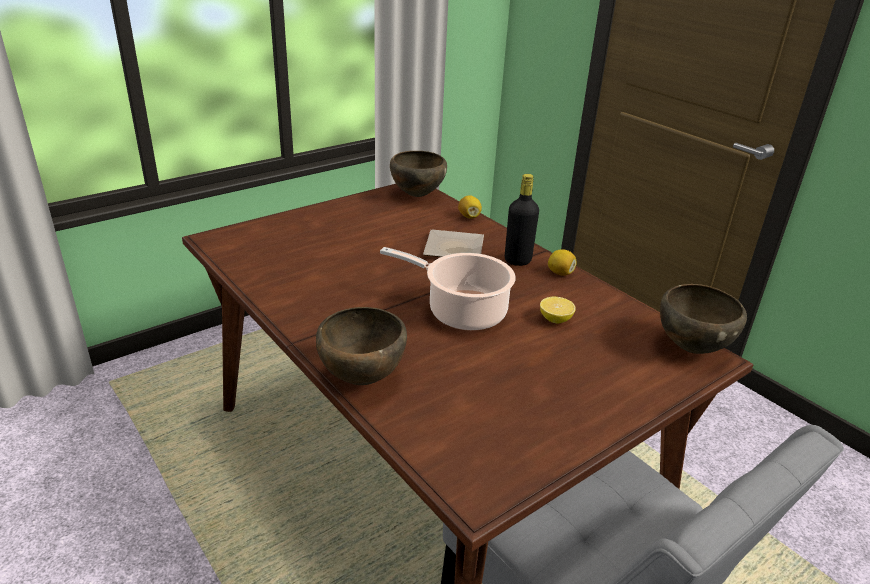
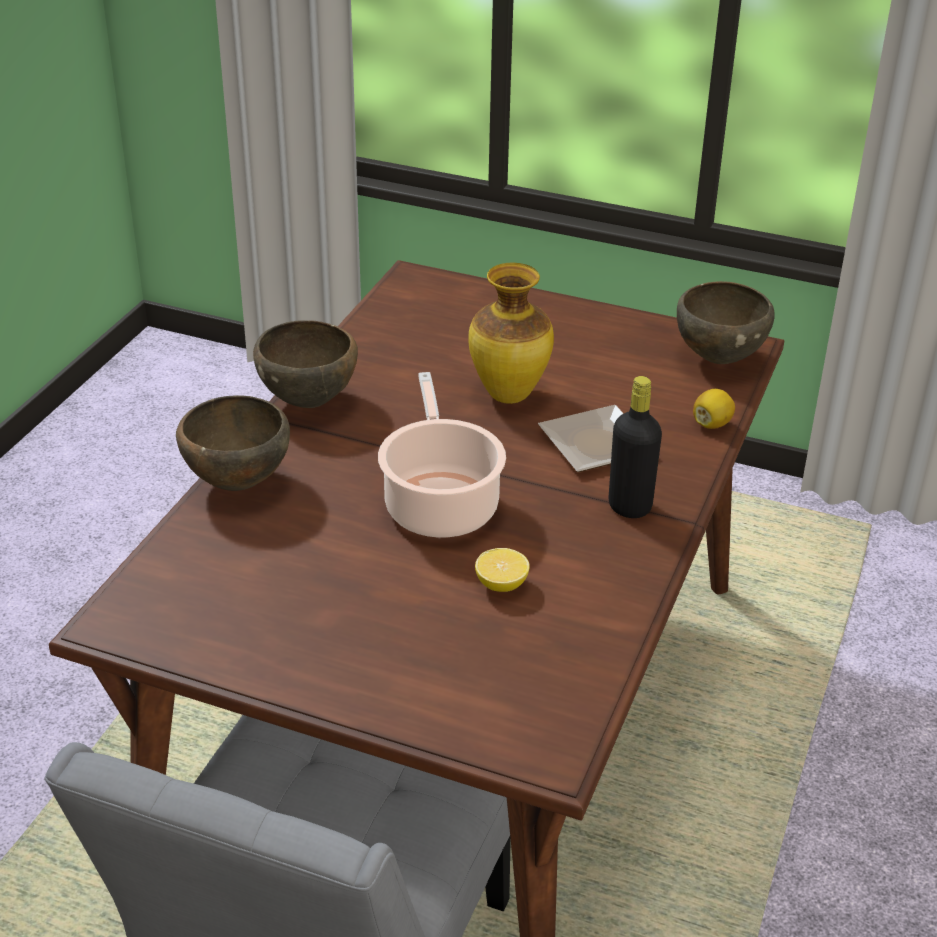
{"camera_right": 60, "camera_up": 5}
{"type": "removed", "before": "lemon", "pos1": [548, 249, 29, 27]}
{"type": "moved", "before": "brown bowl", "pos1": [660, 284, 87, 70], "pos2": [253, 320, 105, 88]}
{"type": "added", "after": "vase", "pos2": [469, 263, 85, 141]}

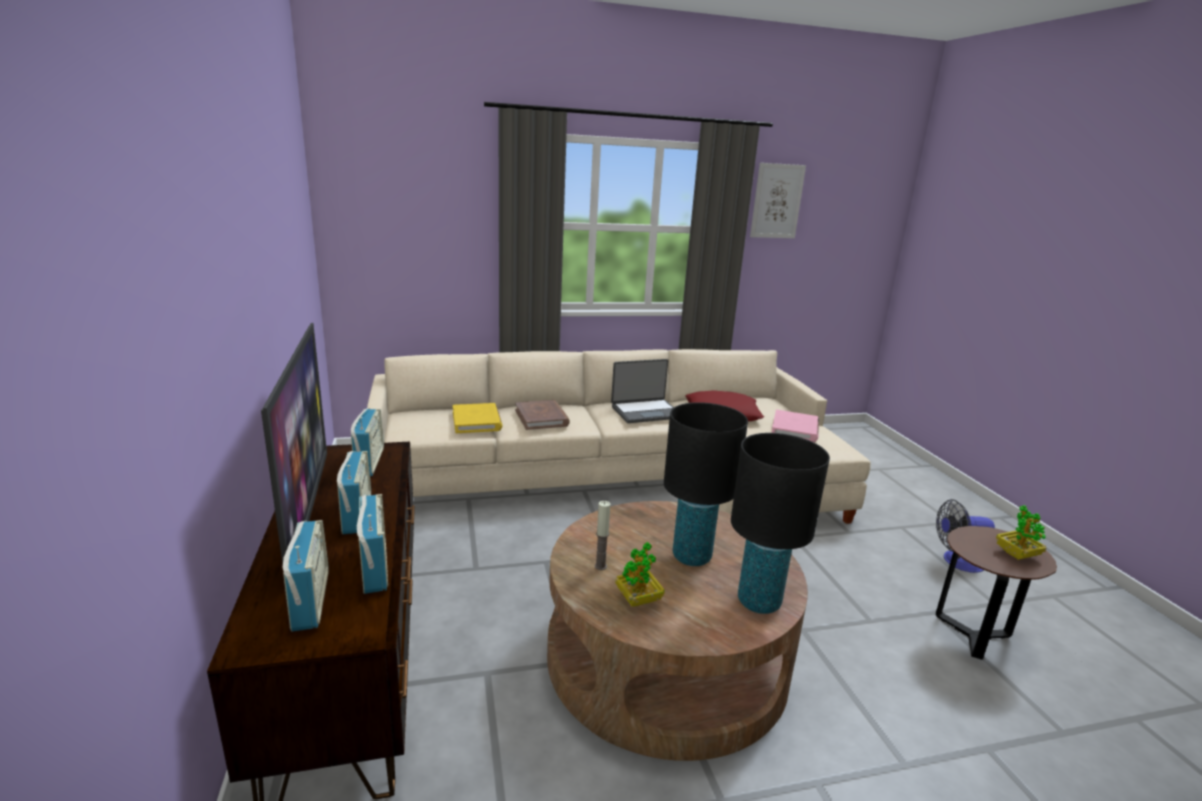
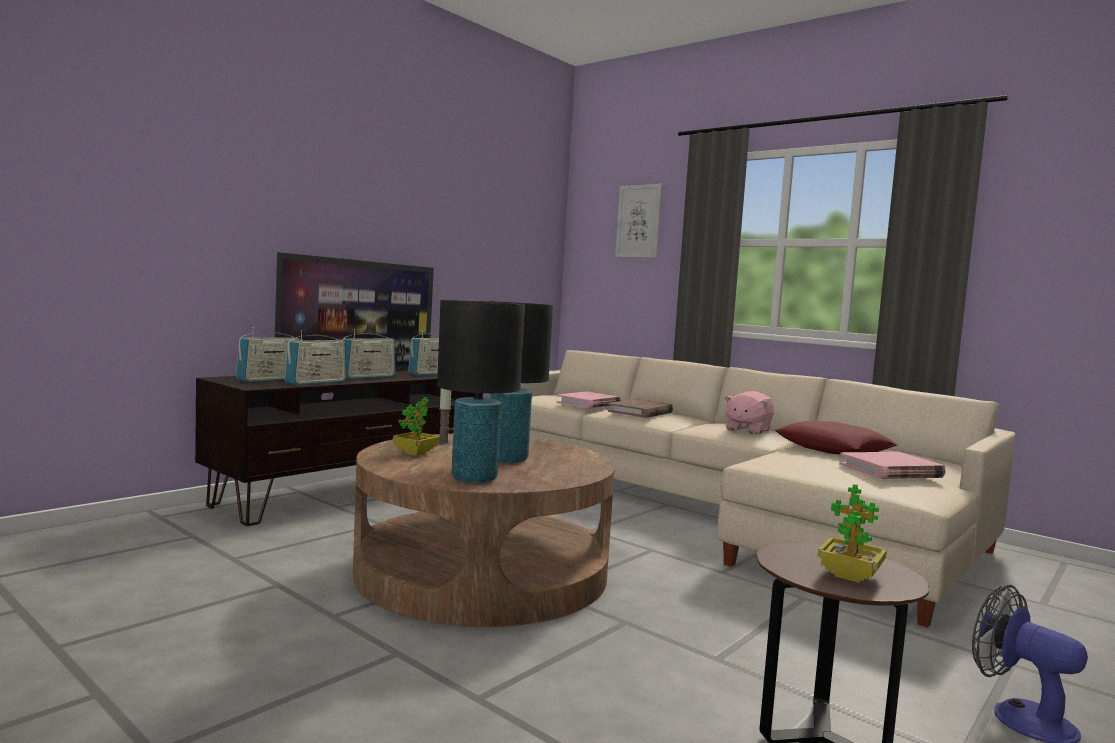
{"camera_right": 55, "camera_up": -15}
{"type": "moved", "before": "picture", "pos1": [750, 163, 56, 75], "pos2": [615, 184, 47, 74]}
{"type": "replaced", "before": "laptop", "after": "pink plush toy", "pos1": [611, 359, 63, 64], "pos2": [724, 391, 50, 43]}
{"type": "recoloured", "before": "yellow book", "after": "pink book", "pos1": [453, 403, 49, 30], "pos2": [557, 391, 64, 18]}

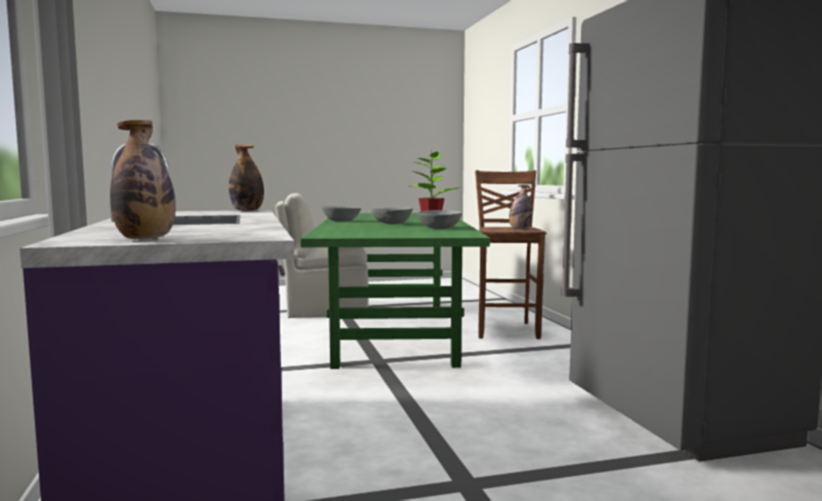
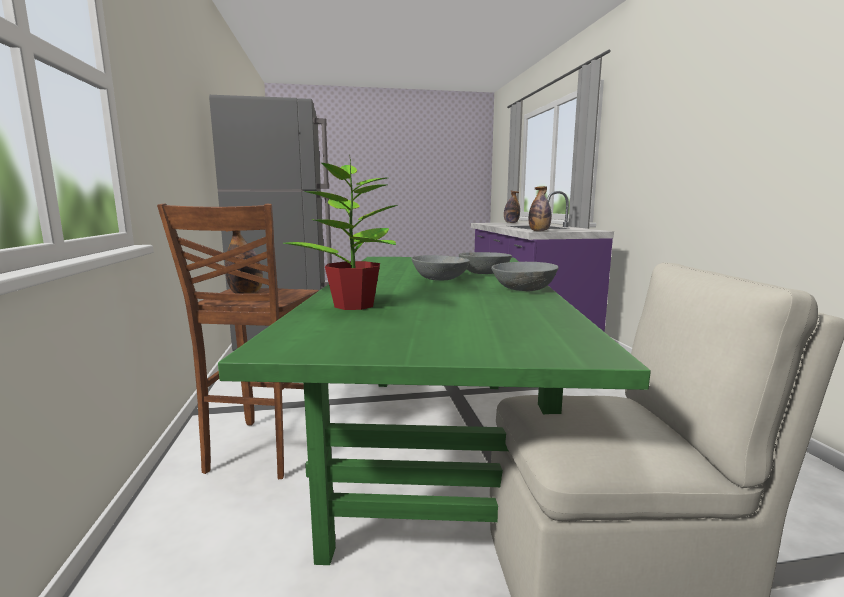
{"camera_right": -175, "camera_up": 5}
{"type": "moved", "before": "grey bowl", "pos1": [417, 210, 45, 19], "pos2": [458, 252, 54, 22]}

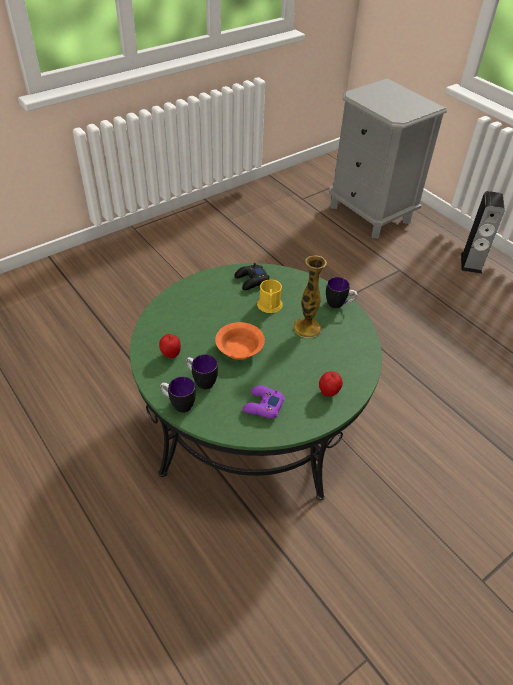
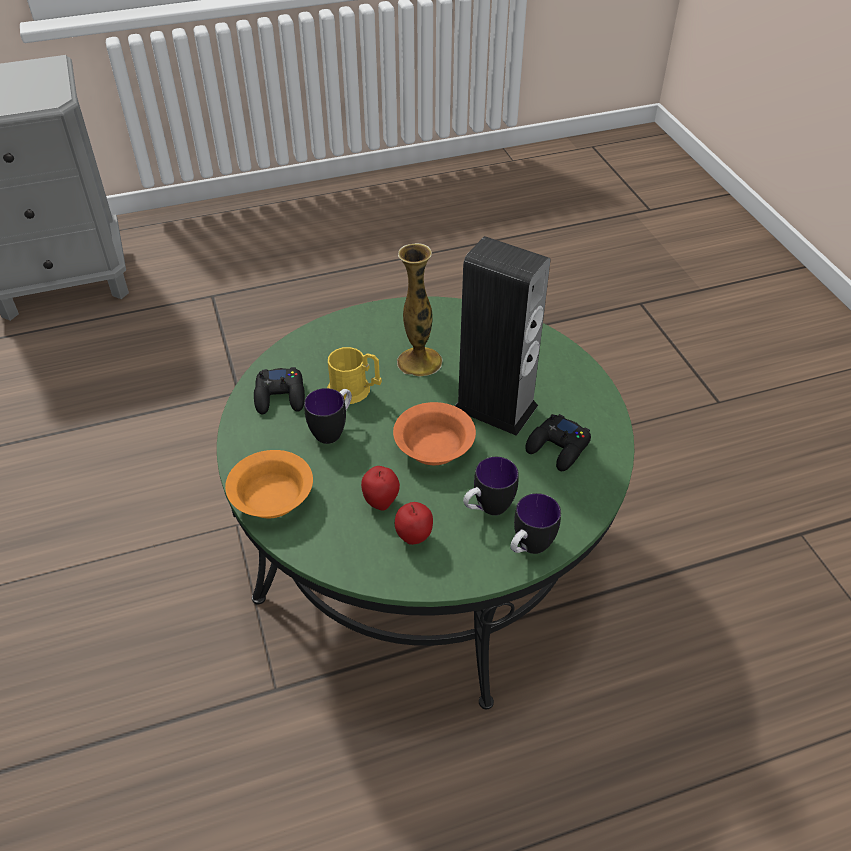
{"camera_right": -70, "camera_up": 0}
{"type": "moved", "before": "speaker", "pos1": [461, 191, 44, 83], "pos2": [455, 236, 95, 200]}
{"type": "moved", "before": "mug", "pos1": [326, 277, 31, 32], "pos2": [304, 388, 48, 56]}
{"type": "moved", "before": "apple", "pos1": [319, 372, 24, 24], "pos2": [361, 466, 39, 45]}
{"type": "recoloured", "before": "purple game controller", "after": "black game controller", "pos1": [242, 385, 43, 34], "pos2": [525, 414, 66, 57]}
{"type": "added", "after": "orange bowl", "pos2": [225, 450, 88, 68]}

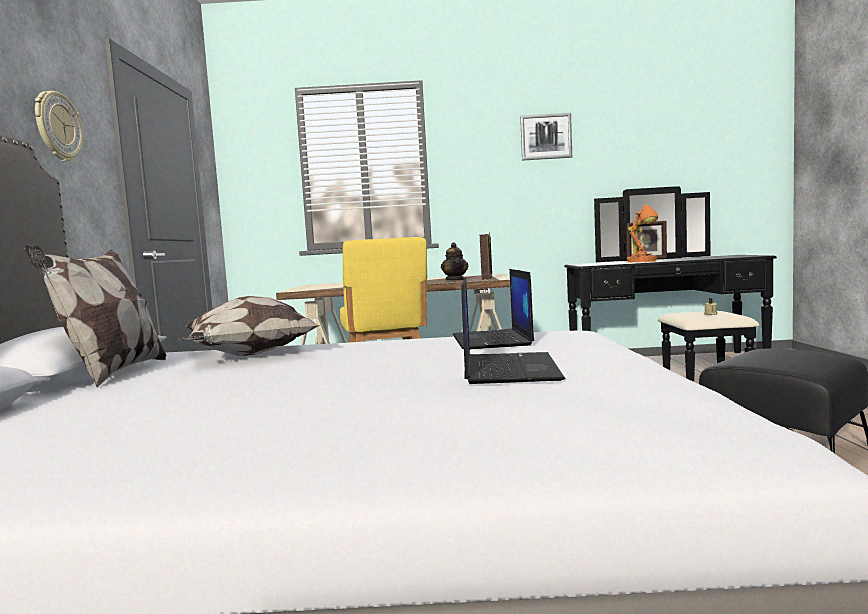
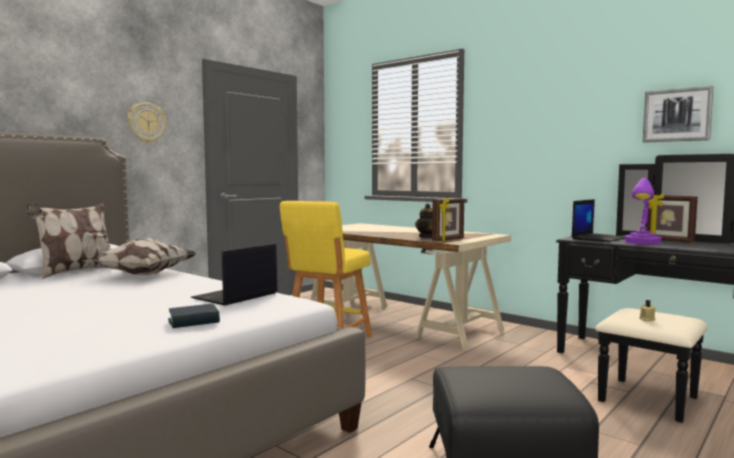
{"camera_right": 40, "camera_up": 0}
{"type": "moved", "before": "picture", "pos1": [520, 113, 52, 48], "pos2": [643, 86, 70, 57]}
{"type": "recoloured", "before": "orange table lamp", "after": "purple table lamp", "pos1": [626, 205, 32, 58], "pos2": [624, 178, 38, 67]}
{"type": "moved", "before": "laptop", "pos1": [462, 277, 104, 107], "pos2": [571, 199, 54, 43]}
{"type": "added", "after": "book", "pos2": [168, 304, 52, 24]}

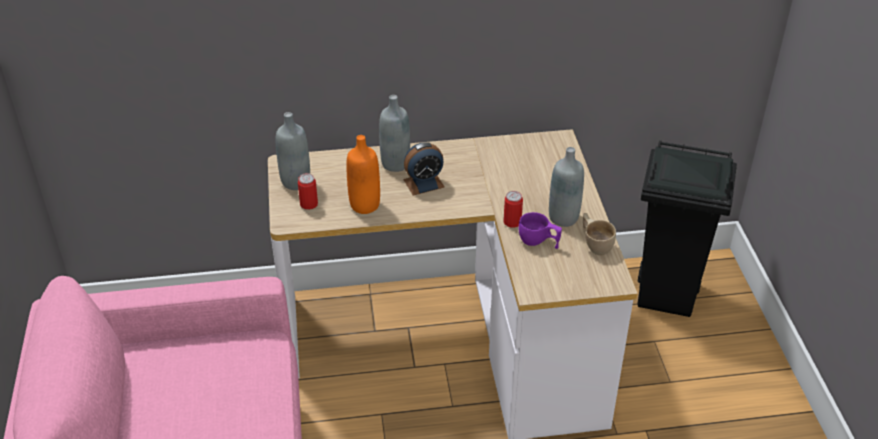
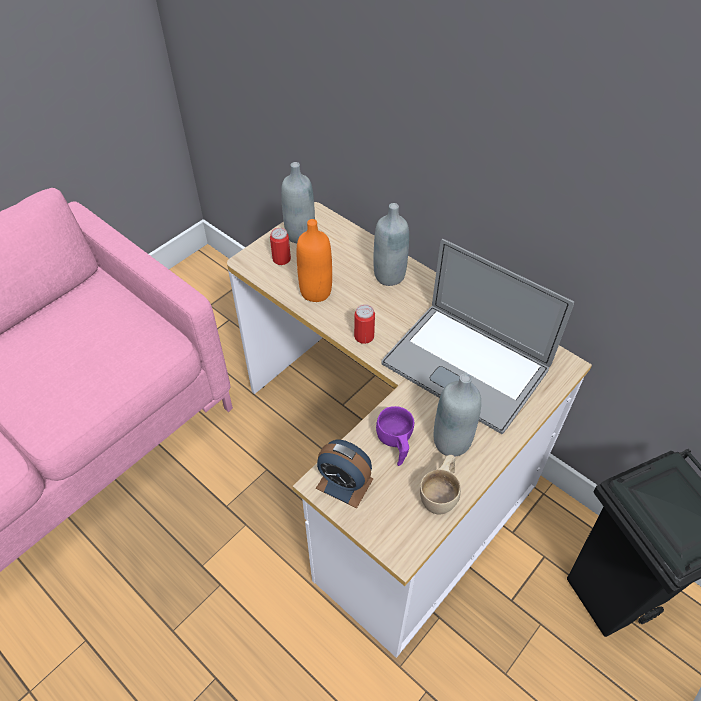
{"camera_right": 50, "camera_up": 10}
{"type": "moved", "before": "alarm clock", "pos1": [403, 143, 42, 52], "pos2": [316, 440, 58, 68]}
{"type": "moved", "before": "can", "pos1": [503, 191, 20, 37], "pos2": [354, 304, 21, 40]}
{"type": "added", "after": "laptop", "pos2": [381, 239, 193, 195]}

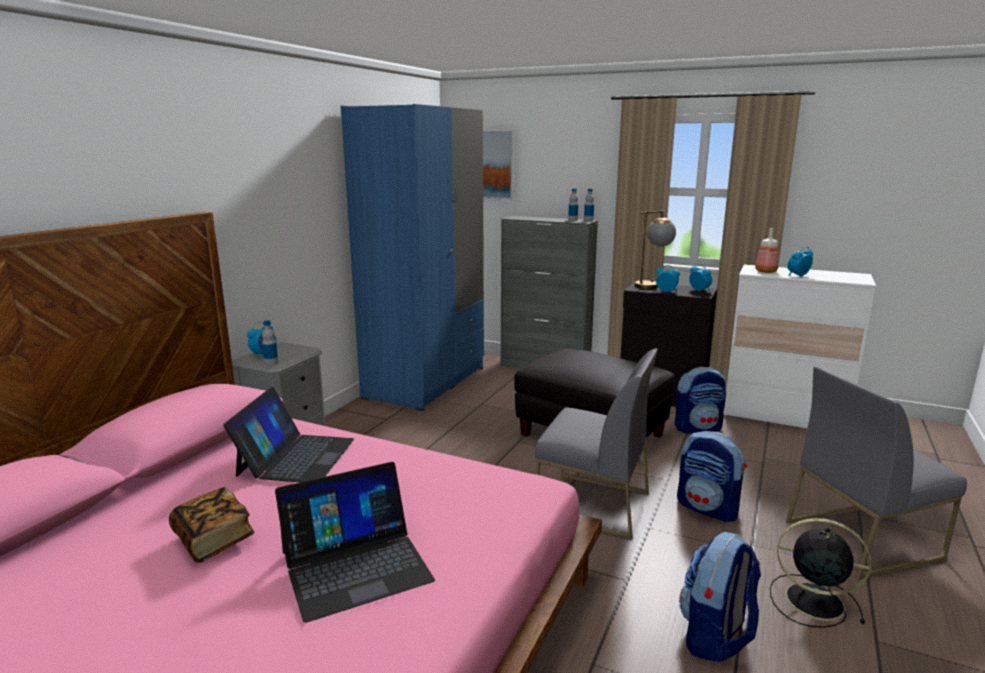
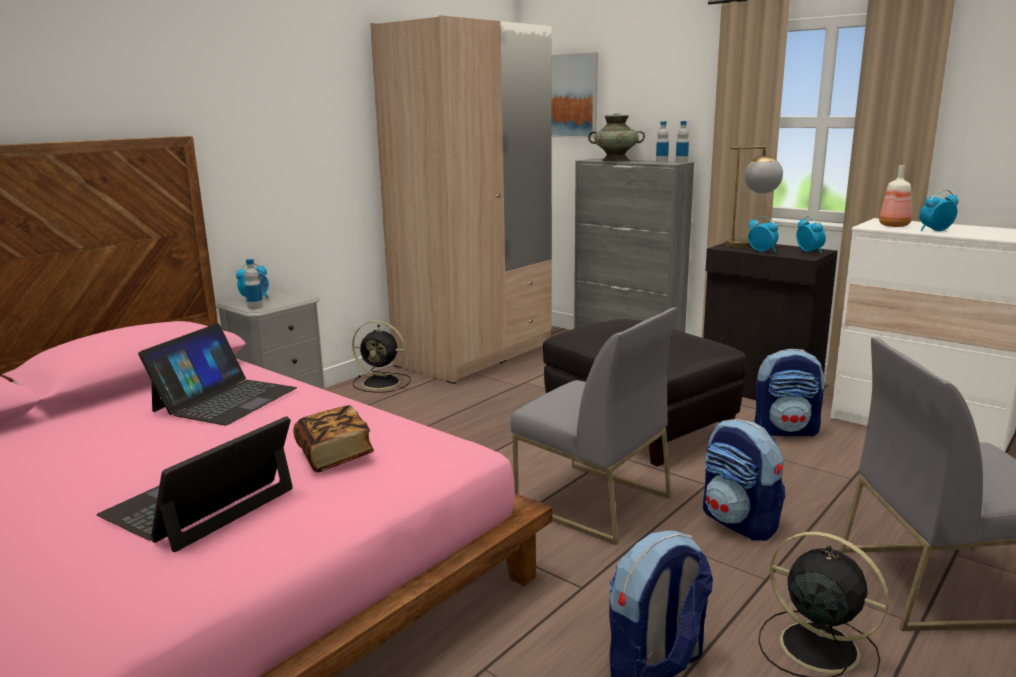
{"camera_right": 15, "camera_up": 0}
{"type": "recoloured", "before": "blue wardrobe", "after": "beige wardrobe", "pos1": [341, 104, 143, 307], "pos2": [370, 15, 182, 369]}
{"type": "turned", "before": "laptop", "pos1": [275, 462, 160, 161], "pos2": [97, 416, 196, 136], "turn": 135}
{"type": "moved", "before": "book", "pos1": [169, 487, 86, 76], "pos2": [293, 405, 81, 67]}
{"type": "added", "after": "turquoise vase", "pos2": [588, 113, 57, 48]}
{"type": "added", "after": "black fan", "pos2": [352, 321, 59, 72]}

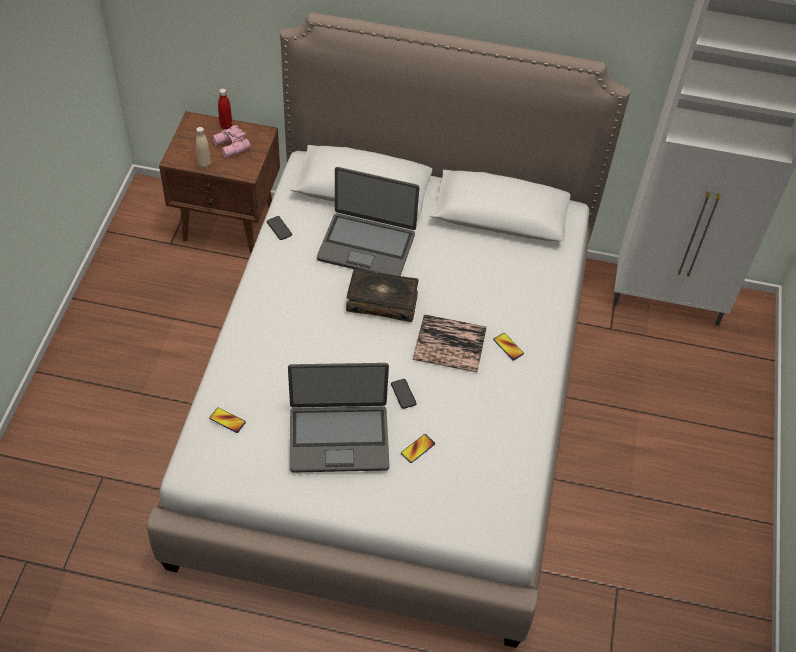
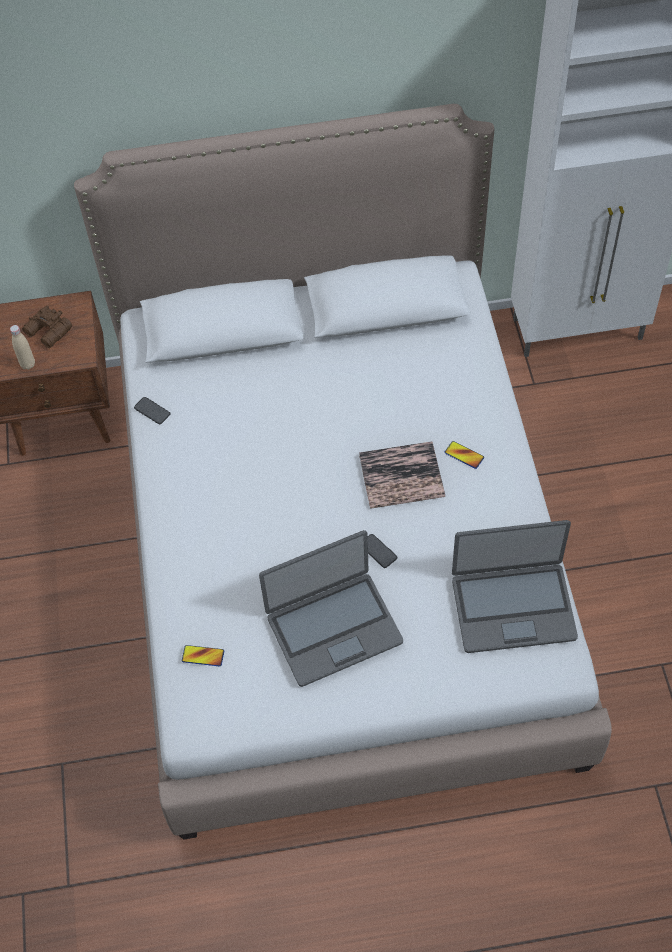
{"camera_right": -15, "camera_up": 5}
{"type": "removed", "before": "red bottle", "pos1": [218, 88, 14, 42]}
{"type": "recoloured", "before": "pink binoculars", "after": "brown binoculars", "pos1": [212, 125, 39, 33], "pos2": [22, 305, 50, 43]}
{"type": "moved", "before": "laptop", "pos1": [317, 167, 102, 109], "pos2": [452, 520, 126, 133]}
{"type": "removed", "before": "book", "pos1": [346, 269, 73, 53]}
{"type": "removed", "before": "phone", "pos1": [401, 434, 34, 29]}

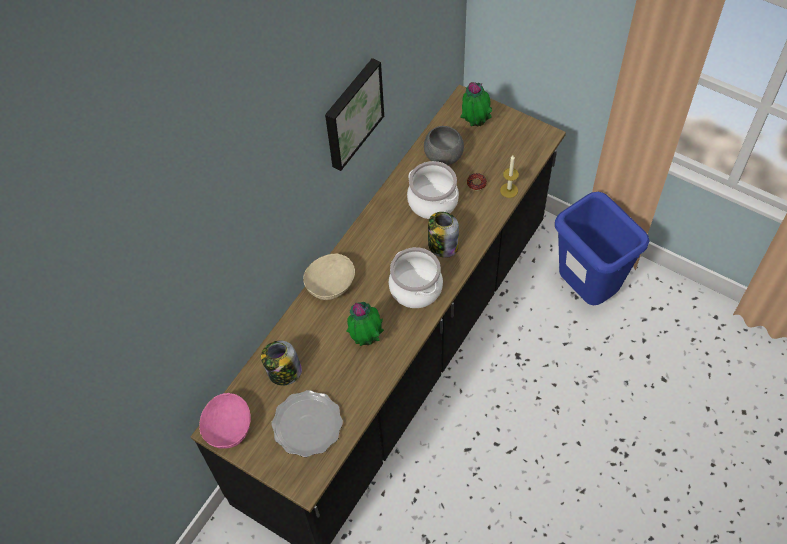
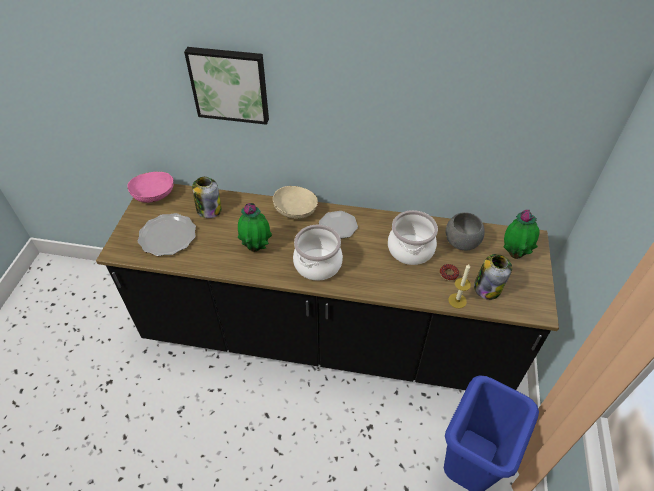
{"camera_right": 65, "camera_up": -10}
{"type": "moved", "before": "picture", "pos1": [325, 58, 59, 113], "pos2": [184, 47, 85, 78]}
{"type": "moved", "before": "jar", "pos1": [428, 212, 31, 46], "pos2": [474, 254, 38, 46]}
{"type": "added", "after": "plate", "pos2": [319, 211, 39, 28]}

